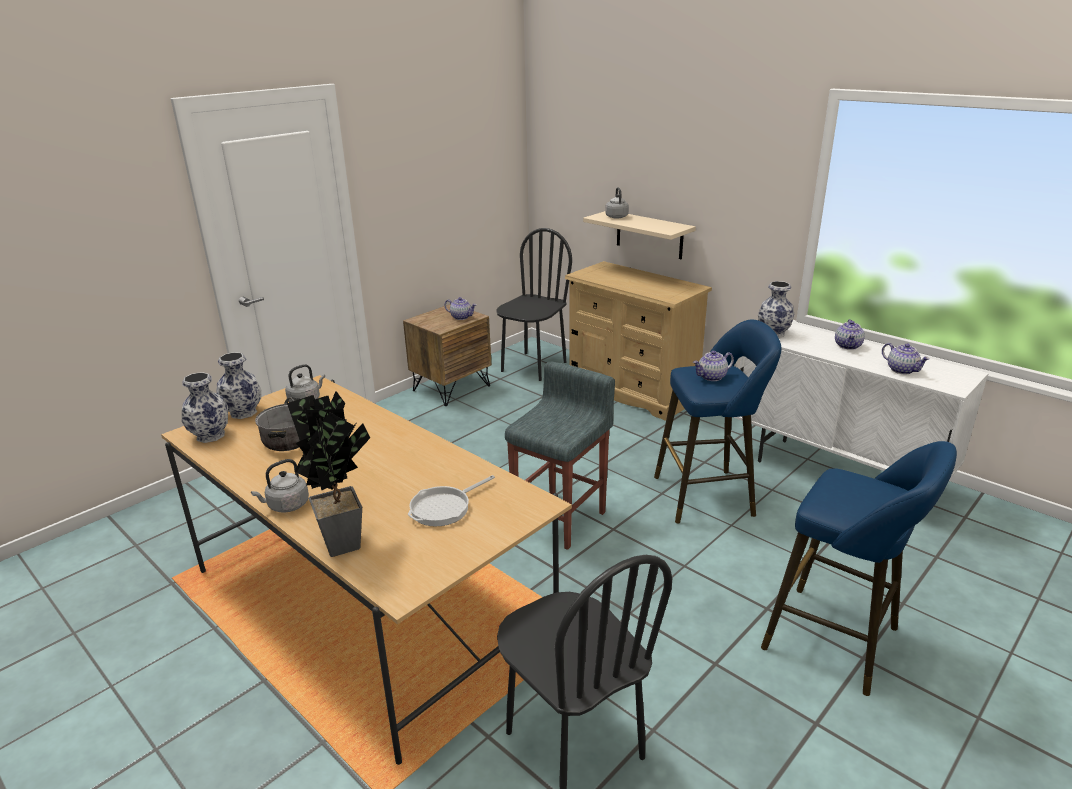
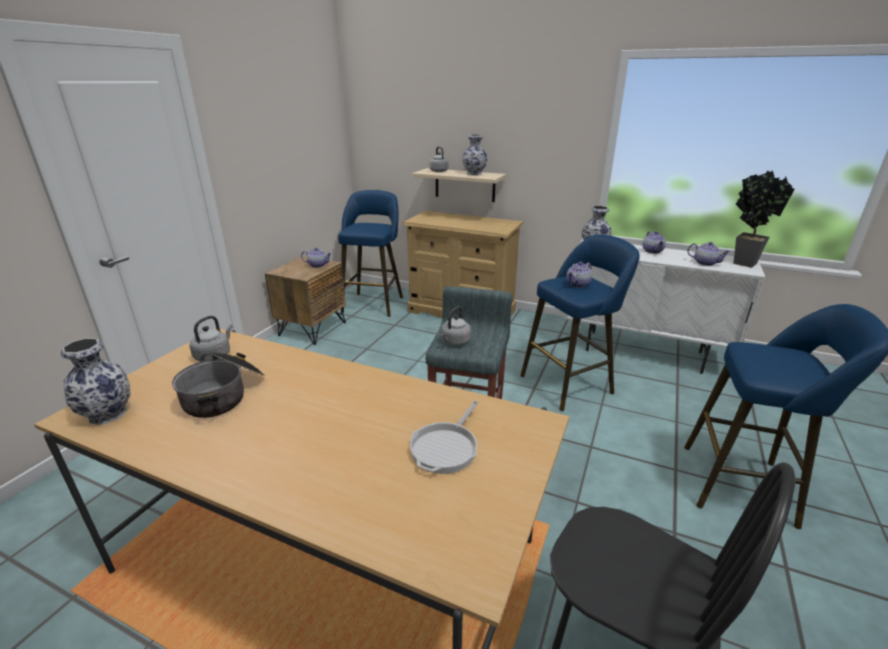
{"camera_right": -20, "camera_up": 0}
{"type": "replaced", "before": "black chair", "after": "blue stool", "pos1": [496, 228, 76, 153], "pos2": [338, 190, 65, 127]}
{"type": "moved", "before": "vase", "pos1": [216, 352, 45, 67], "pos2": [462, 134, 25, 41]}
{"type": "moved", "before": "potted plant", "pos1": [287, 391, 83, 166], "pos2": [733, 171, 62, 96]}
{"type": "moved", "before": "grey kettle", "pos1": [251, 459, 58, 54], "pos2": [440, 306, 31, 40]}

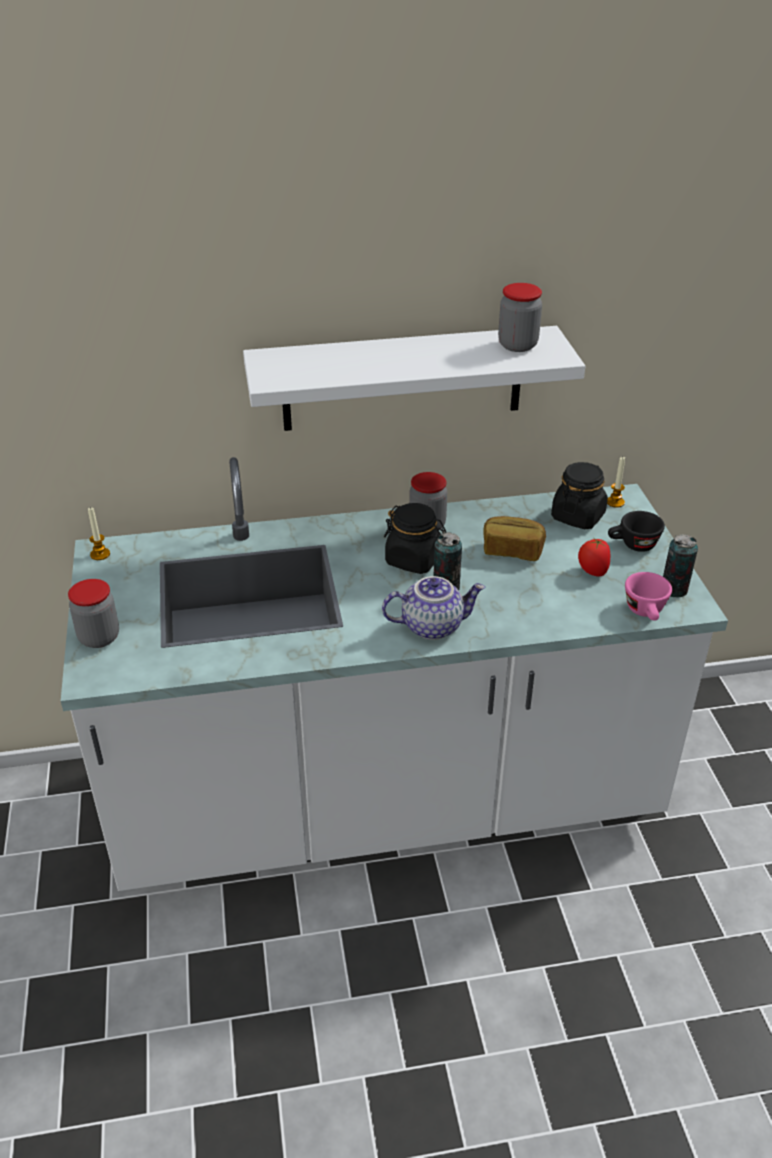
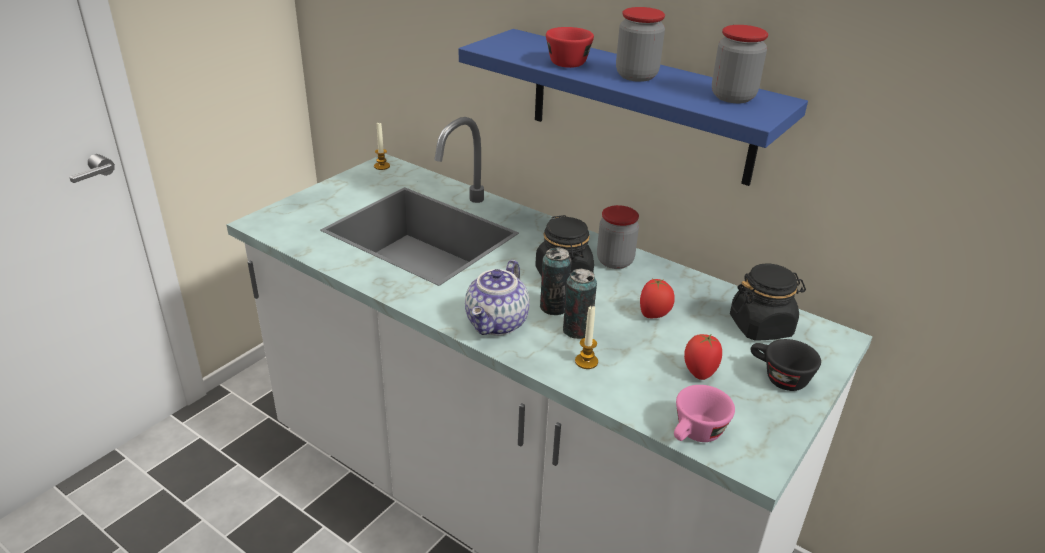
{"camera_right": 45, "camera_up": -5}
{"type": "recoloured", "before": "white shelf", "after": "blue shelf", "pos1": [243, 326, 342, 105], "pos2": [459, 29, 349, 157]}
{"type": "moved", "before": "candle", "pos1": [607, 457, 18, 51], "pos2": [575, 306, 23, 63]}
{"type": "replaced", "before": "bread", "after": "tomato", "pos1": [483, 516, 63, 45], "pos2": [640, 279, 35, 39]}
{"type": "moved", "before": "can", "pos1": [663, 534, 35, 63], "pos2": [563, 268, 34, 71]}
{"type": "turned", "before": "teapot", "pos1": [382, 576, 103, 64], "pos2": [465, 260, 65, 76], "turn": 75}
{"type": "moved", "before": "jar", "pos1": [68, 579, 51, 69], "pos2": [616, 7, 49, 75]}
{"type": "added", "after": "red cup", "pos2": [546, 27, 48, 41]}

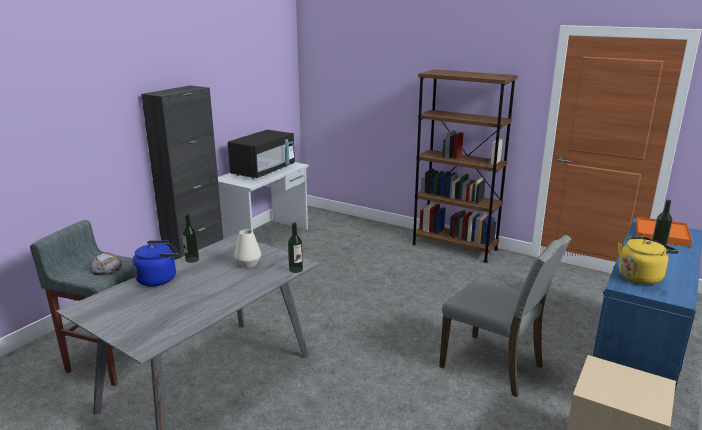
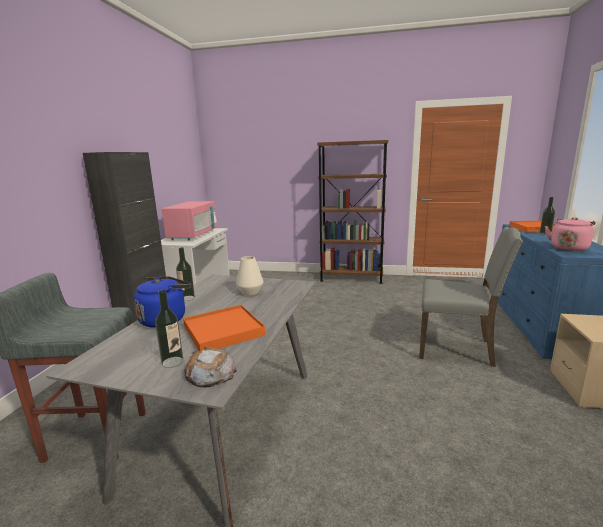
{"camera_right": -20, "camera_up": -5}
{"type": "recoloured", "before": "black microwave", "after": "pink microwave", "pos1": [228, 130, 67, 49], "pos2": [162, 201, 55, 39]}
{"type": "moved", "before": "bottle", "pos1": [288, 222, 15, 51], "pos2": [155, 290, 28, 78]}
{"type": "recoloured", "before": "yellow kettle", "after": "pink kettle", "pos1": [618, 236, 61, 48], "pos2": [545, 217, 51, 34]}
{"type": "moved", "before": "bread", "pos1": [89, 252, 33, 23], "pos2": [184, 347, 53, 41]}
{"type": "added", "after": "orange tray", "pos2": [183, 305, 83, 46]}

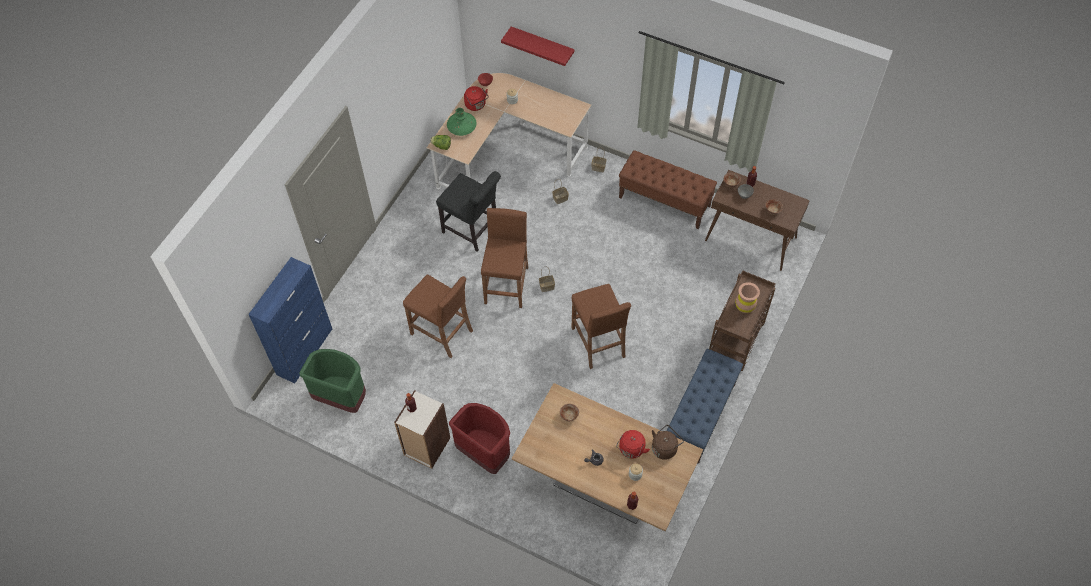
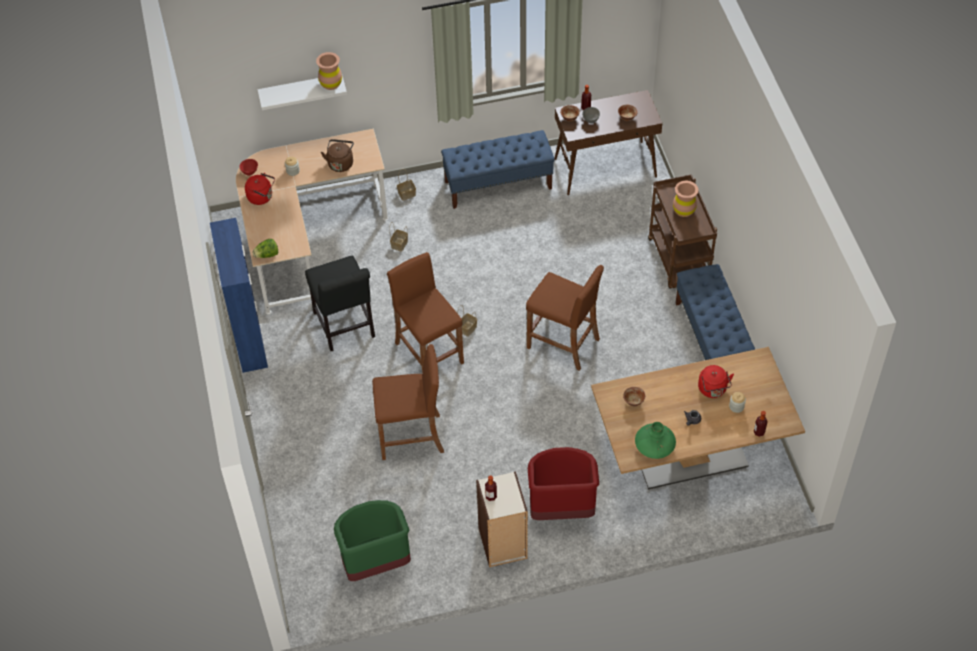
{"camera_right": -40, "camera_up": -5}
{"type": "recoloured", "before": "red shelf", "after": "white shelf", "pos1": [501, 26, 74, 40], "pos2": [257, 76, 90, 34]}
{"type": "moved", "before": "green vase", "pos1": [447, 108, 30, 28], "pos2": [635, 422, 41, 37]}
{"type": "recoloured", "before": "brown bench", "after": "blue bench", "pos1": [619, 150, 98, 79], "pos2": [441, 130, 114, 79]}
{"type": "turned", "before": "black chair", "pos1": [436, 171, 65, 81], "pos2": [305, 256, 70, 95], "turn": 75}
{"type": "moved", "before": "blue cabinet", "pos1": [248, 257, 84, 127], "pos2": [210, 218, 58, 155]}
{"type": "moved", "before": "brown kettle", "pos1": [652, 425, 32, 35], "pos2": [321, 139, 33, 33]}
{"type": "added", "after": "brown vase", "pos2": [316, 52, 26, 38]}

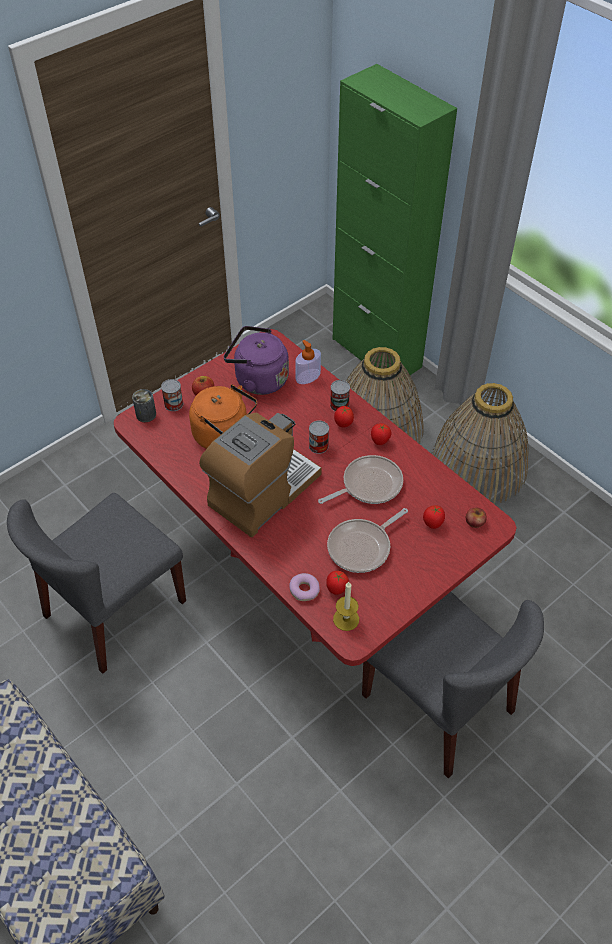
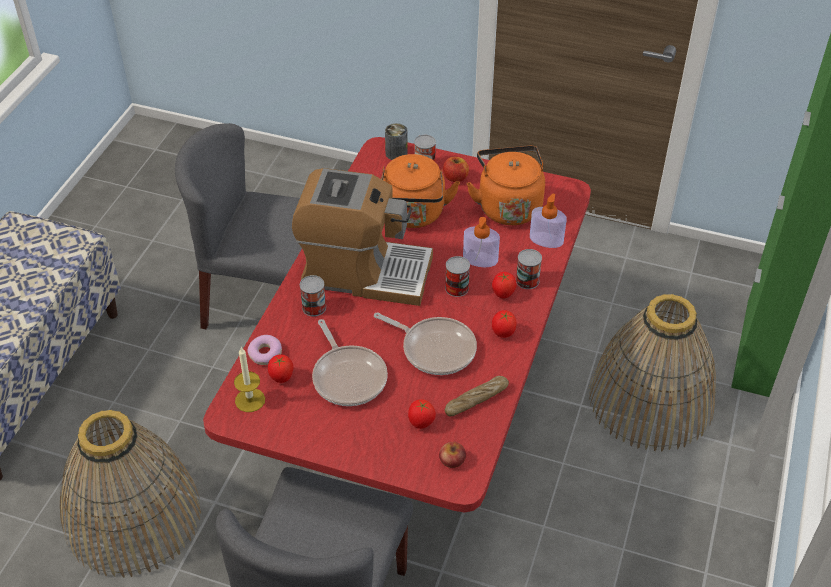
{"camera_right": 60, "camera_up": -5}
{"type": "recoloured", "before": "purple kettle", "after": "orange kettle", "pos1": [224, 326, 65, 69], "pos2": [466, 146, 79, 79]}
{"type": "moved", "before": "basket", "pos1": [431, 383, 98, 121], "pos2": [60, 410, 141, 167]}
{"type": "turned", "before": "frying pan", "pos1": [327, 508, 81, 65], "pos2": [312, 319, 76, 87], "turn": -135}
{"type": "added", "after": "soap dispenser", "pos2": [463, 217, 37, 50]}
{"type": "added", "after": "can", "pos2": [300, 275, 26, 41]}
{"type": "added", "after": "bread", "pos2": [445, 376, 64, 41]}

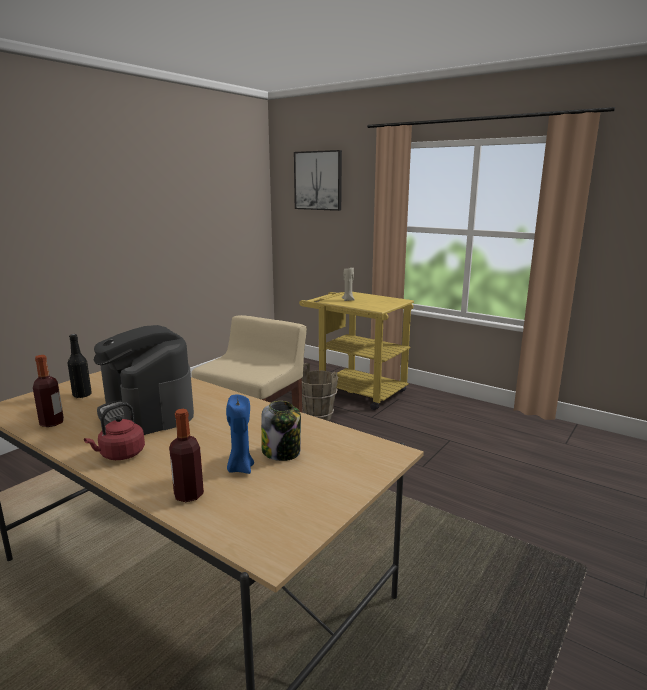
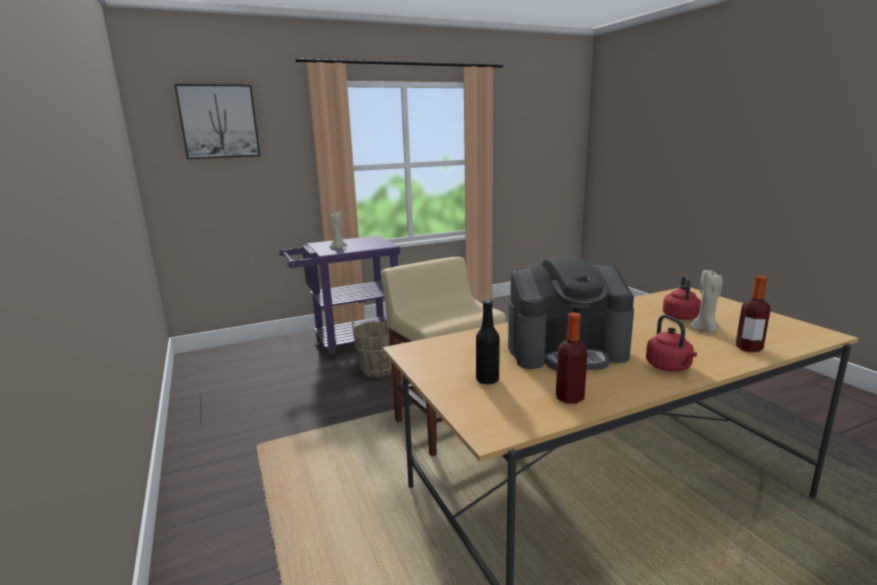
{"camera_right": -60, "camera_up": 0}
{"type": "recoloured", "before": "yellow cart", "after": "purple cart", "pos1": [299, 292, 115, 118], "pos2": [279, 236, 121, 123]}
{"type": "recoloured", "before": "blue candle", "after": "beige candle", "pos1": [226, 395, 28, 79], "pos2": [690, 269, 32, 63]}
{"type": "replaced", "before": "jar", "after": "red kettle", "pos1": [261, 401, 40, 60], "pos2": [663, 275, 38, 45]}

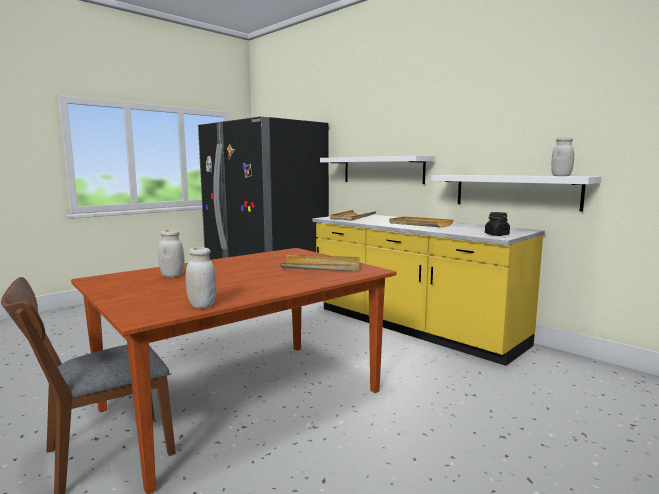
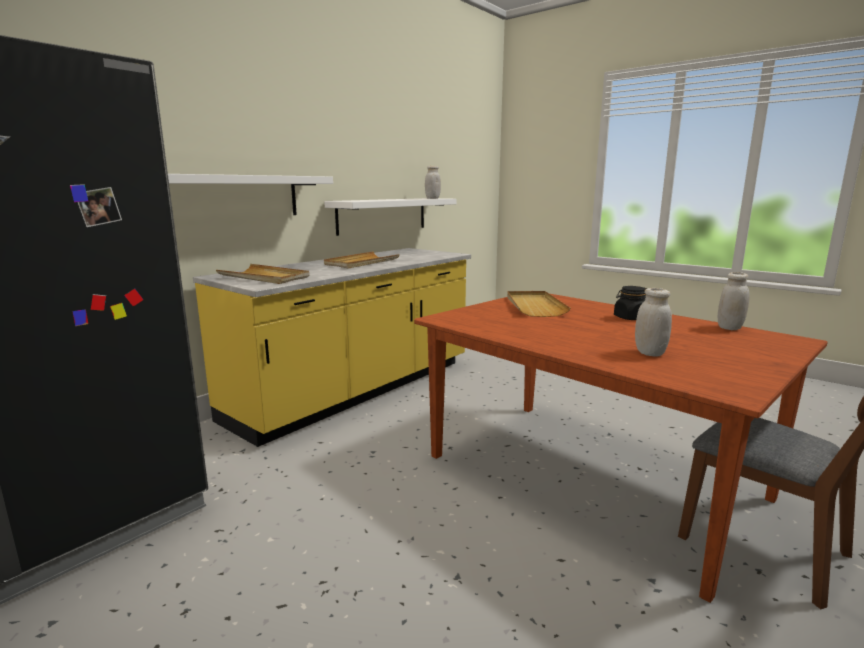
{"camera_right": -95, "camera_up": 5}
{"type": "moved", "before": "black jar", "pos1": [485, 212, 25, 24], "pos2": [614, 286, 33, 34]}

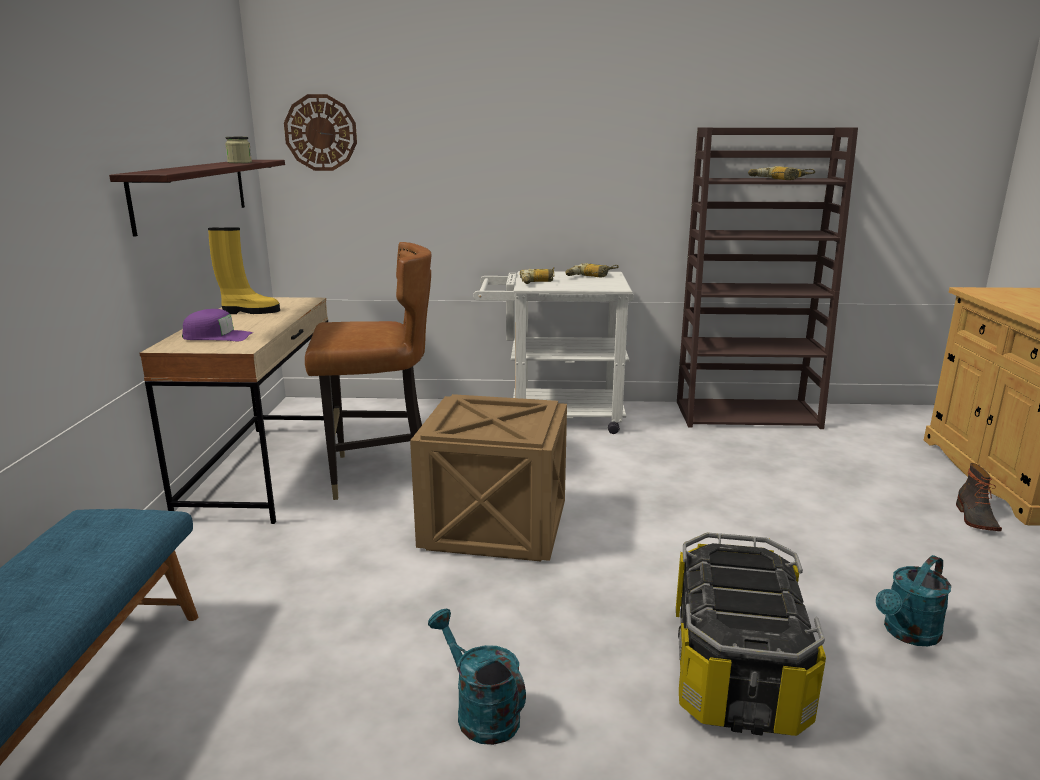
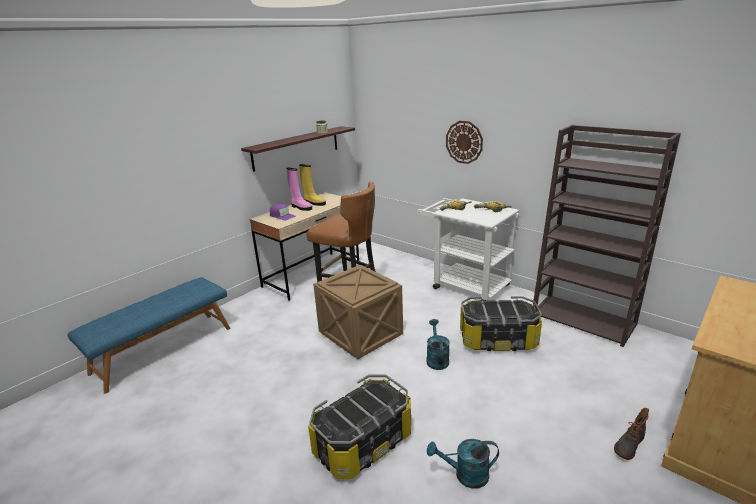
{"camera_right": 40, "camera_up": 5}
{"type": "moved", "before": "wall clock", "pos1": [284, 94, 73, 77], "pos2": [446, 121, 37, 43]}
{"type": "removed", "before": "power drill", "pos1": [748, 166, 67, 14]}
{"type": "moved", "before": "turquoise watering can", "pos1": [428, 609, 98, 136], "pos2": [426, 319, 24, 51]}
{"type": "added", "after": "pink boot", "pos2": [286, 167, 26, 44]}
{"type": "added", "after": "storage box", "pos2": [460, 296, 82, 55]}

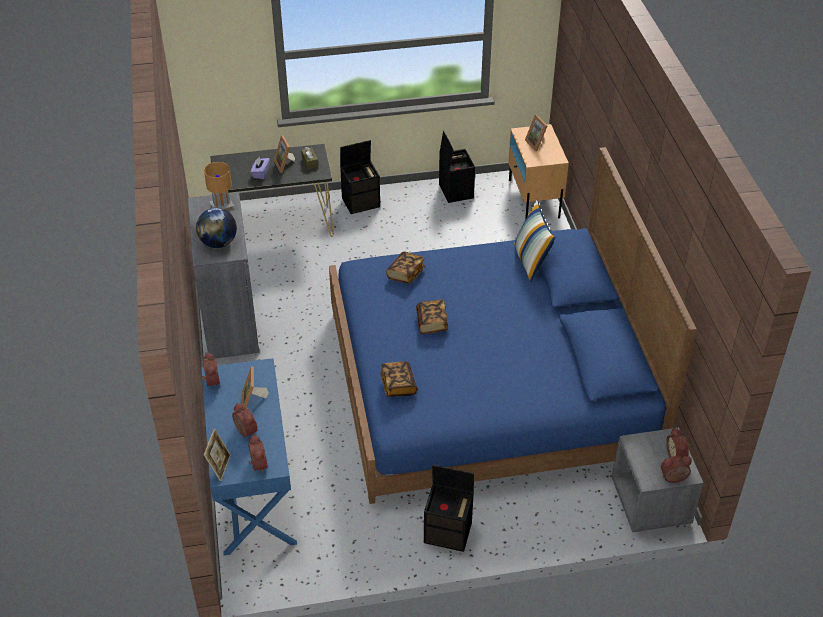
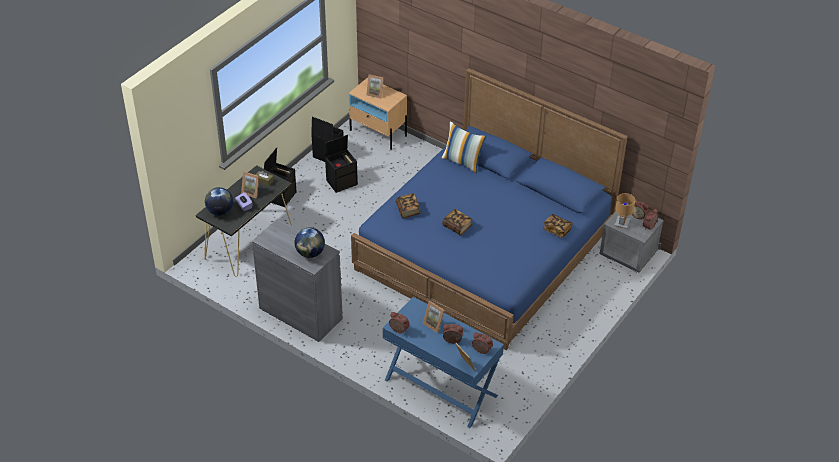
{"camera_right": -45, "camera_up": 0}
{"type": "moved", "before": "brown table lamp", "pos1": [204, 162, 30, 48], "pos2": [615, 193, 20, 36]}
{"type": "moved", "before": "book", "pos1": [380, 361, 37, 36], "pos2": [543, 214, 30, 24]}
{"type": "moved", "before": "black storage box", "pos1": [424, 465, 50, 87], "pos2": [325, 135, 33, 58]}
{"type": "added", "after": "globe", "pos2": [205, 187, 28, 29]}

